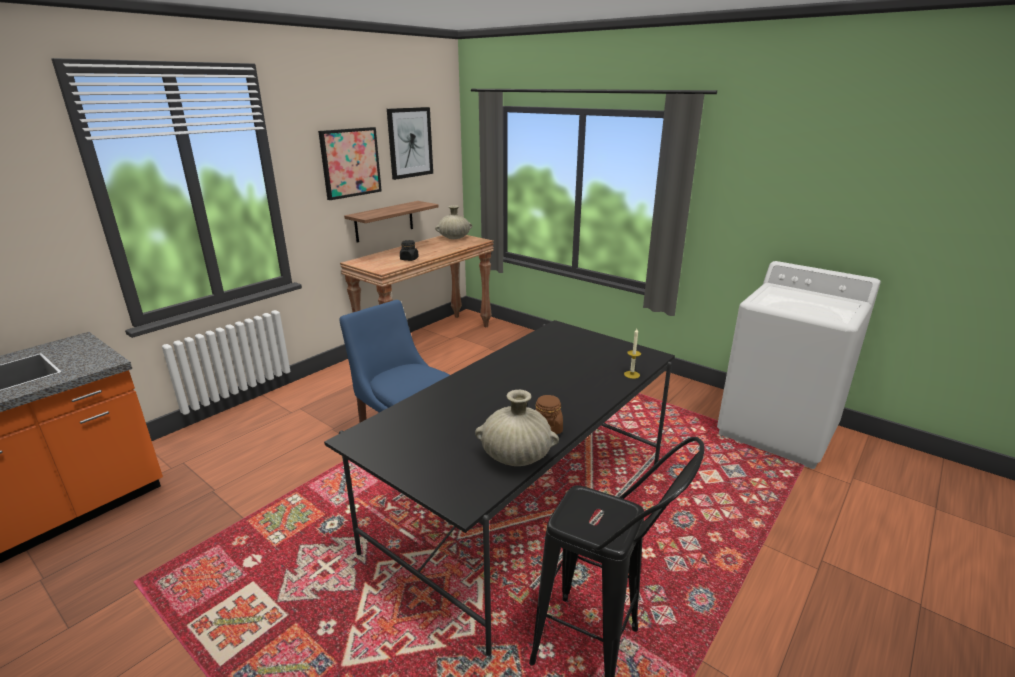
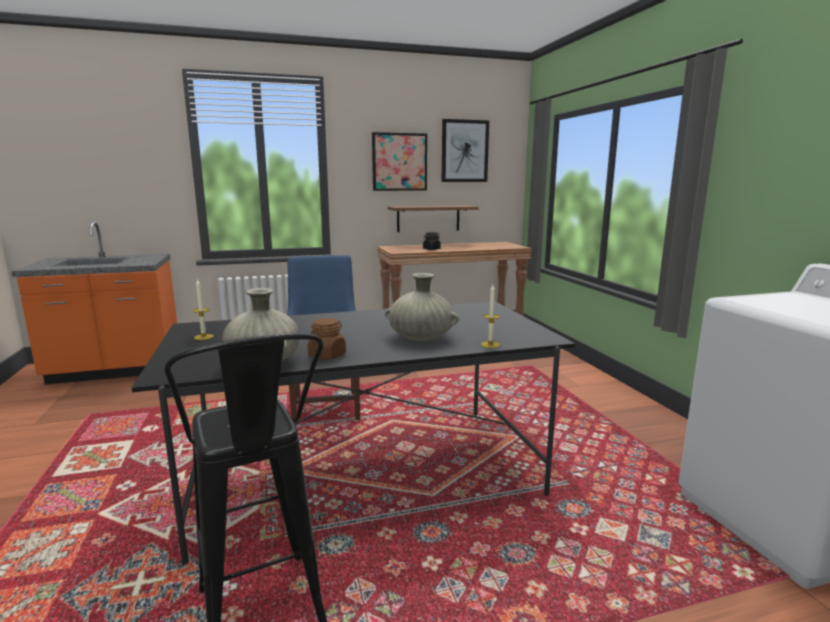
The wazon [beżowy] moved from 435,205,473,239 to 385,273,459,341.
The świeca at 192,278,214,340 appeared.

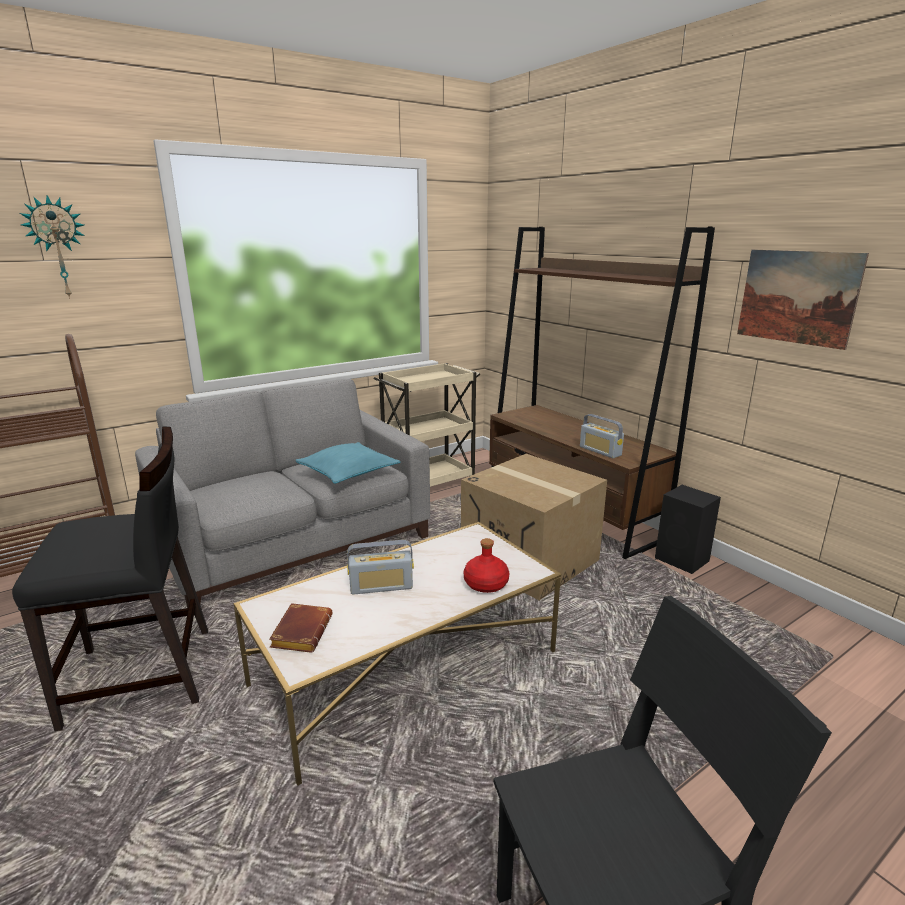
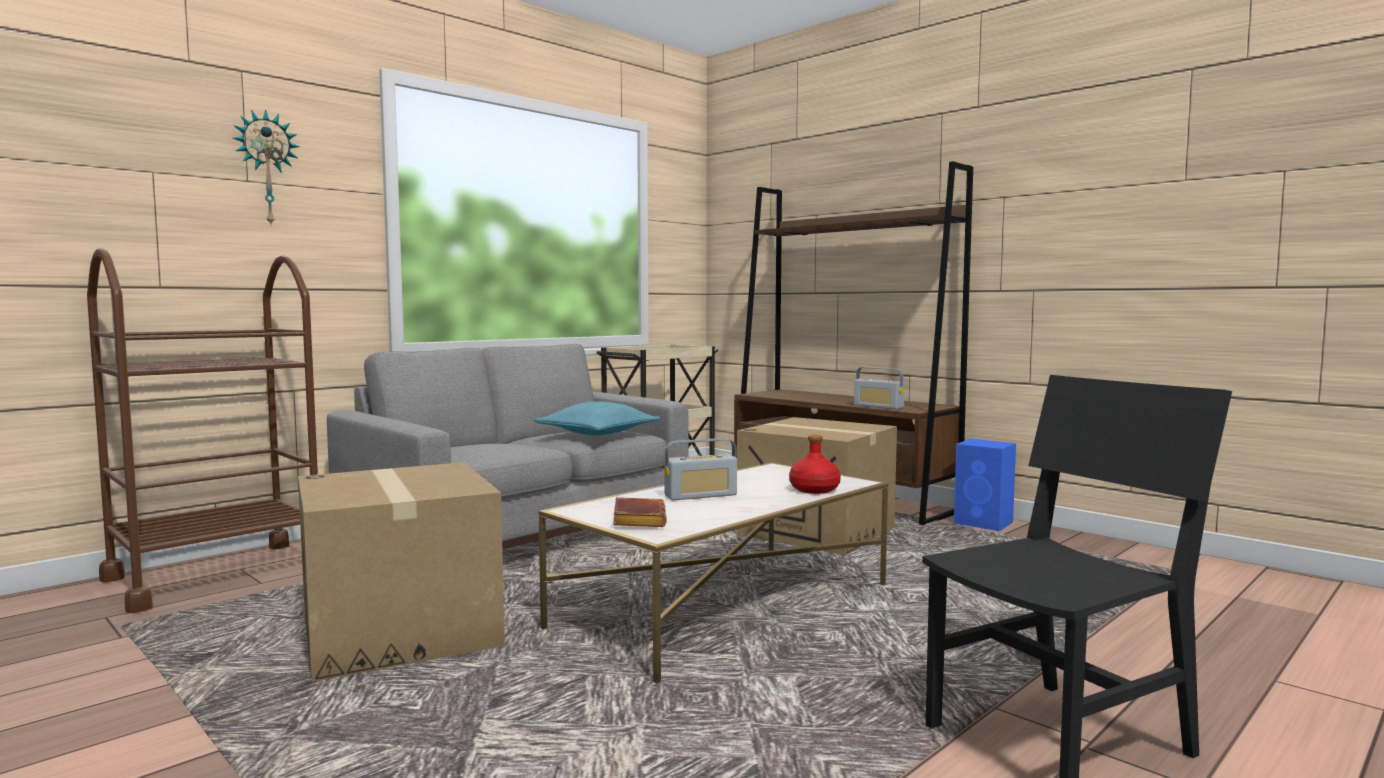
The obraz at 737,250,869,350 disappeared.
The krzesło [czarny] at 12,426,208,731 was replaced by the karton at 298,462,505,682.
The głośnik [czarny] at 655,485,721,574 became the głośnik [niebieski] at 954,439,1016,531.

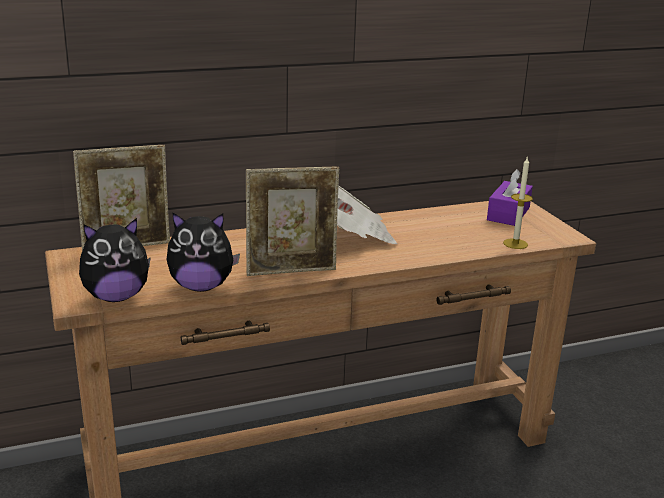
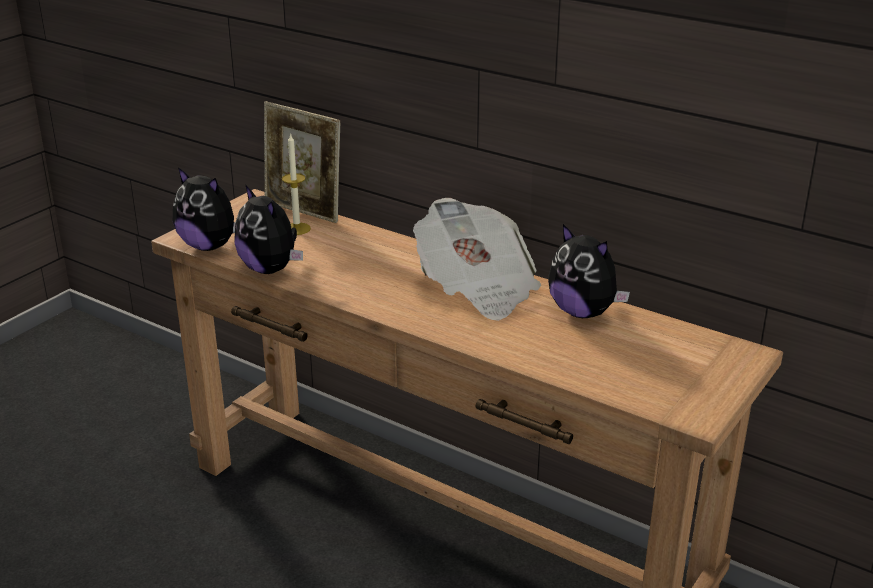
The świeca moved from 503,156,533,249 to 282,133,311,235.
The ramka na zdjęcie at 246,167,339,276 disappeared.
The pudełko chusteczek [fioletowy] at 487,169,533,226 disappeared.
The pluszak at 548,224,630,318 appeared.

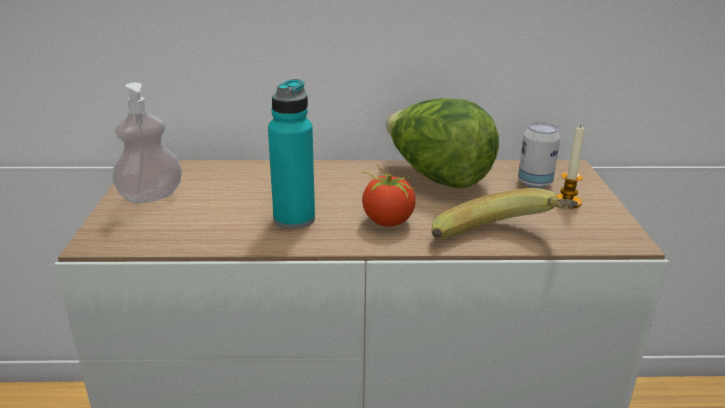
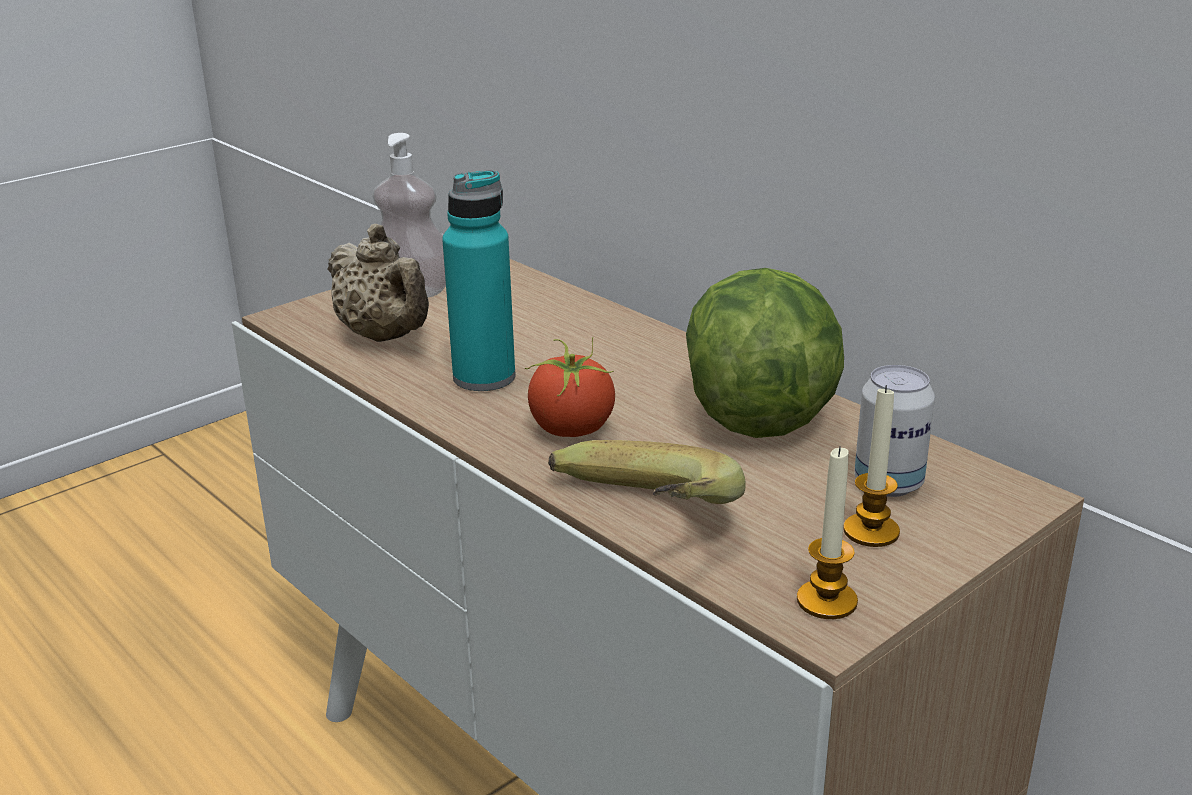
The imbryk [beżowy] at 327,224,429,342 appeared.
The świeca at 797,446,858,619 appeared.

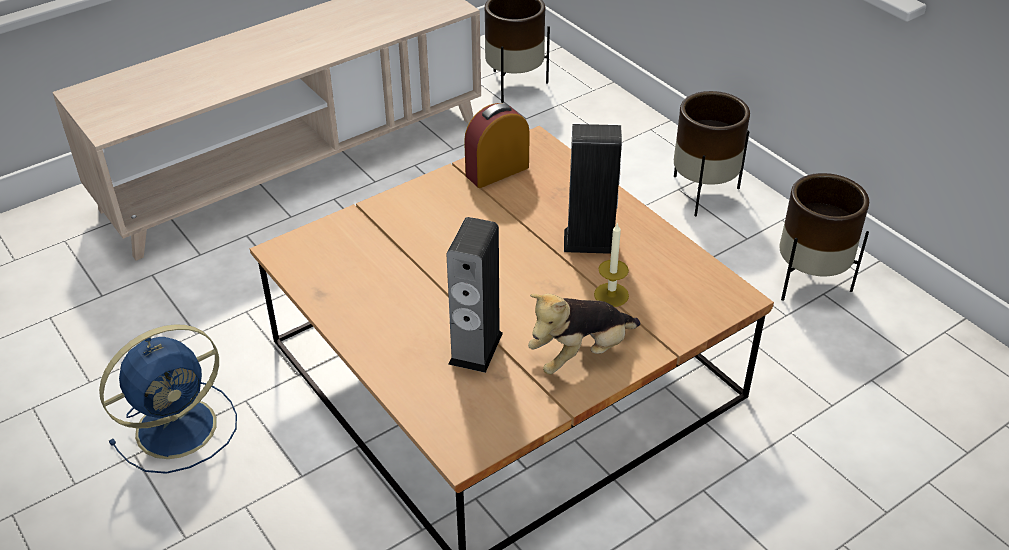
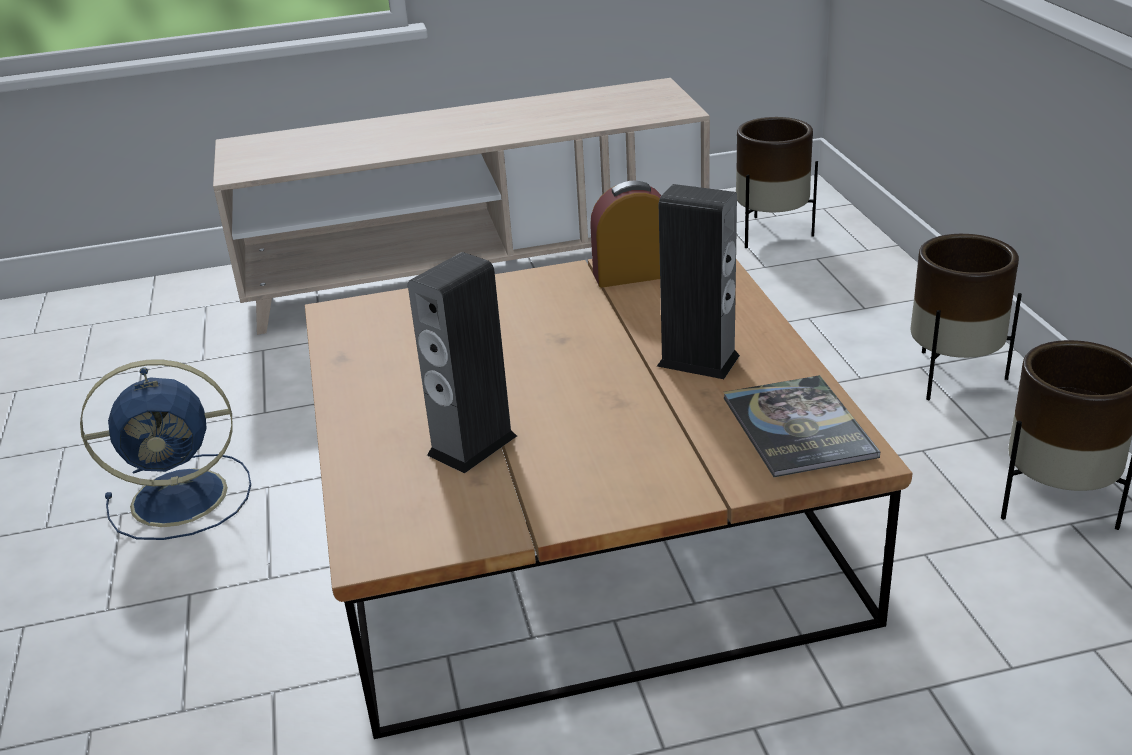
The świeca at 594,222,629,307 disappeared.
The pluszak at 528,294,640,375 disappeared.
The książka at 724,375,880,477 appeared.

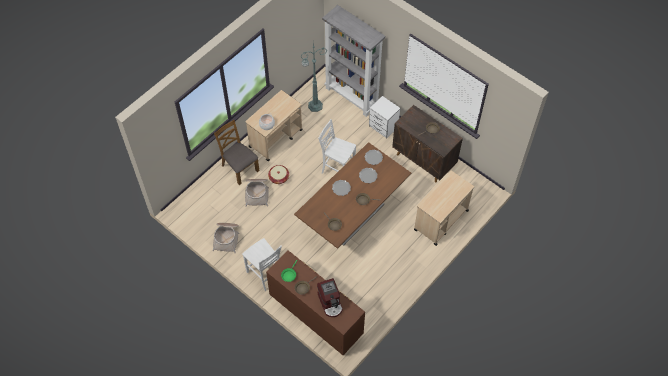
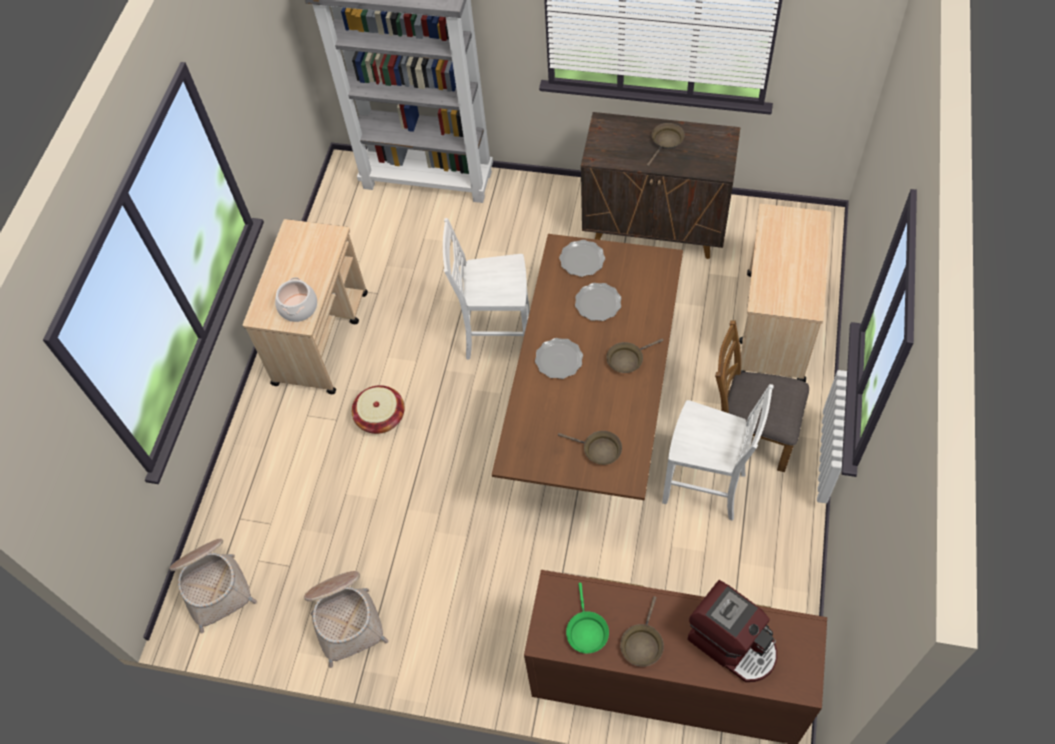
The lampa stojąca [zielony] at 301,39,327,112 disappeared.
The szafka nocna [biały] at 369,96,401,138 disappeared.
The krzesło [brązowy] moved from 214,119,259,185 to 715,320,809,472.
The koszyk moved from 245,179,269,207 to 170,539,257,634.
The krzesło [biały] moved from 242,238,282,291 to 662,384,773,521.

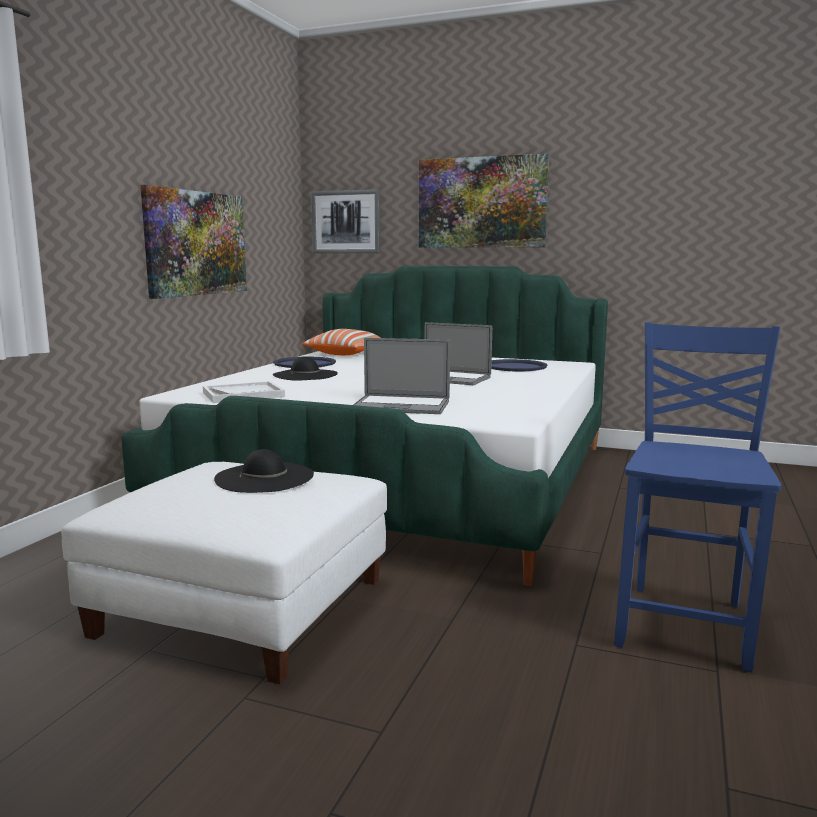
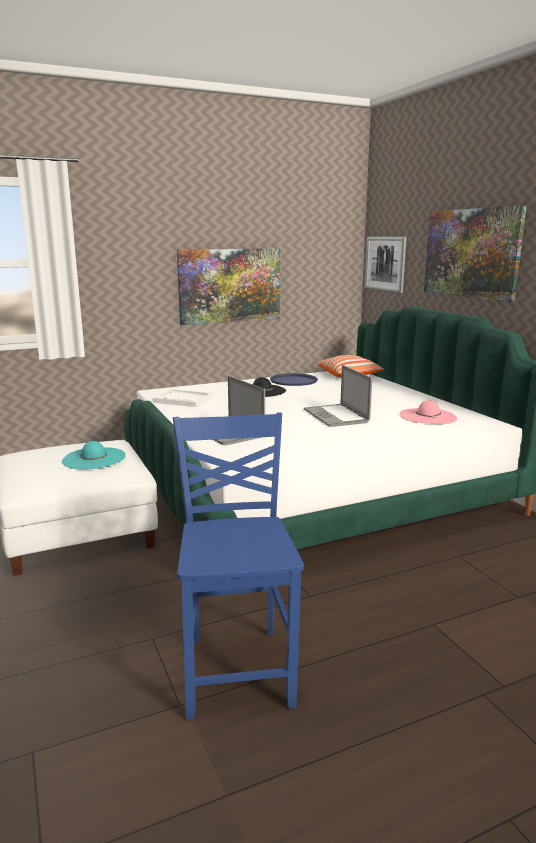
The krzesło [niebieski] at 614,322,781,673 turned 75 degrees counterclockwise.
The taca [niebieski] at 491,359,547,372 was replaced by the kapelusz [różowy] at 400,400,457,424.
The kapelusz [czarny] at 214,449,314,493 became the kapelusz [turkusowy] at 62,441,126,470.

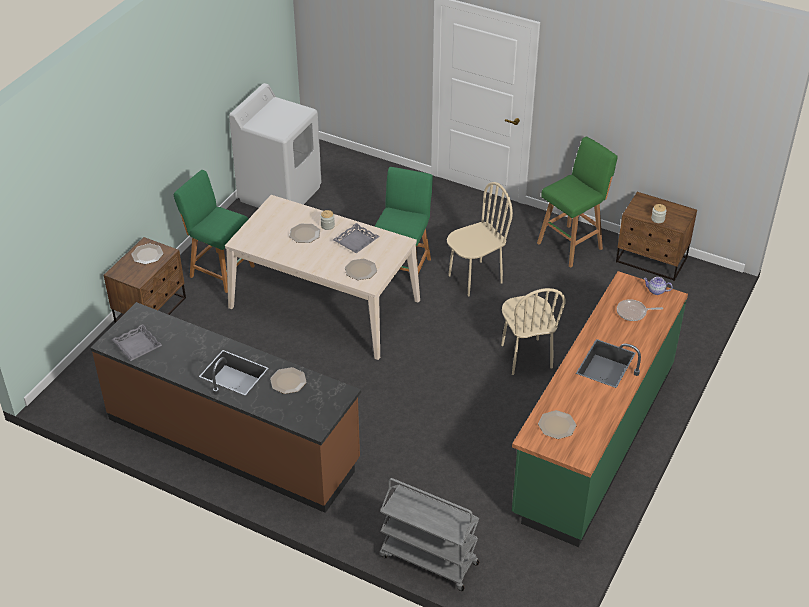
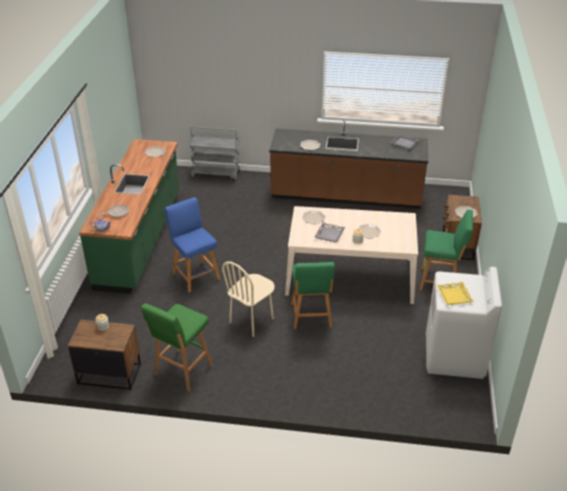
The krzesło [beżowy] at 501,288,566,375 was replaced by the stołek [niebieski] at 164,197,221,292.
The taca [żółty] at 437,282,474,305 appeared.

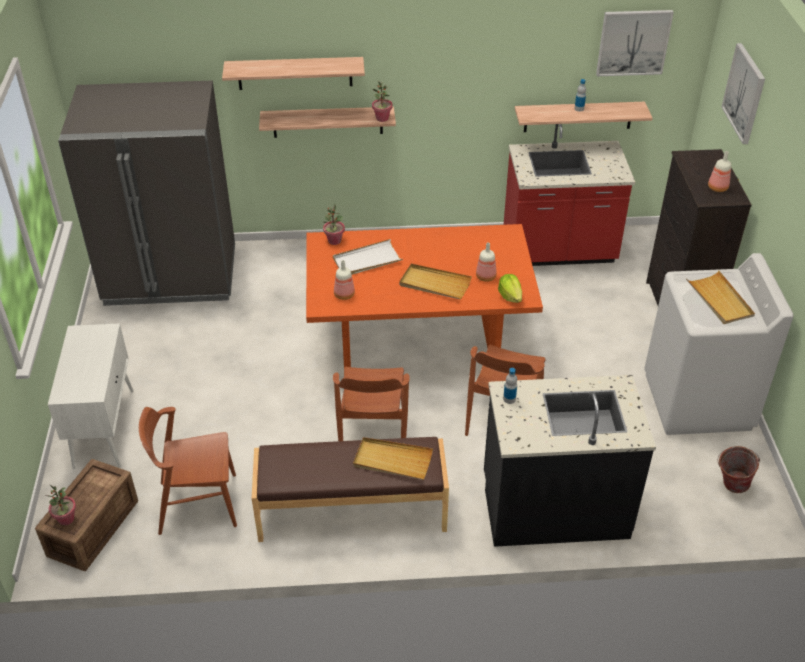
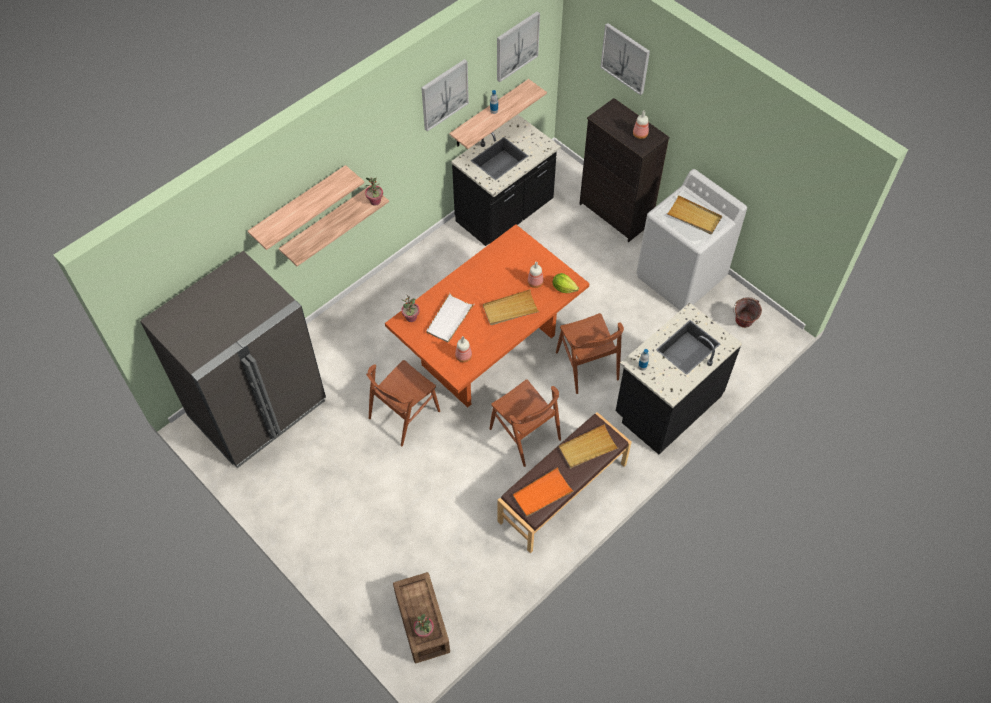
The zabudowa kuchenna [czerwony] at 504,124,635,266 became the zabudowa kuchenna [czarny] at 451,115,561,246.
The szafka [biały] at 48,324,134,469 disappeared.
The krzesło [brązowy] moved from 139,407,237,535 to 366,360,440,446.
The obraz at 421,59,469,132 appeared.
The taca [pomarańczowy] at 513,467,574,517 appeared.

